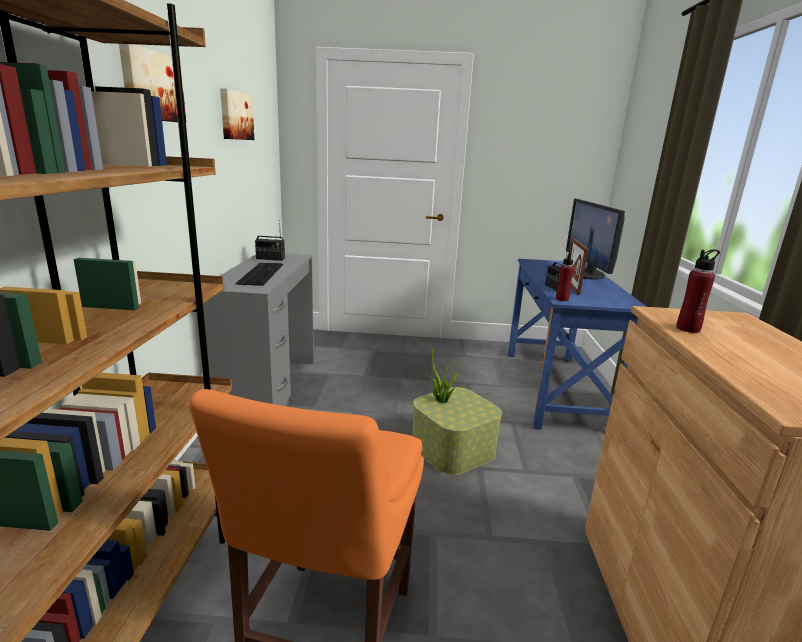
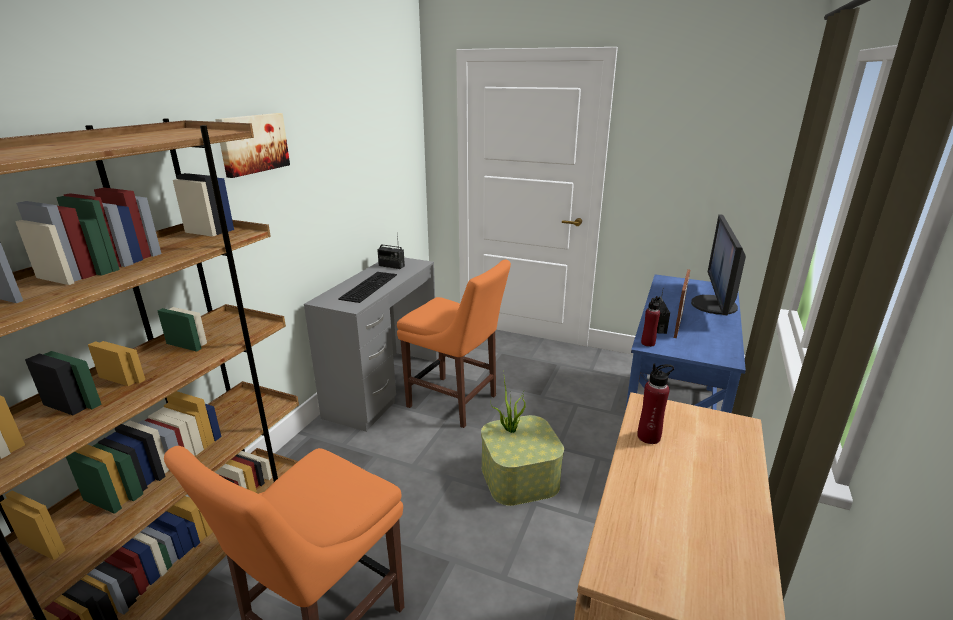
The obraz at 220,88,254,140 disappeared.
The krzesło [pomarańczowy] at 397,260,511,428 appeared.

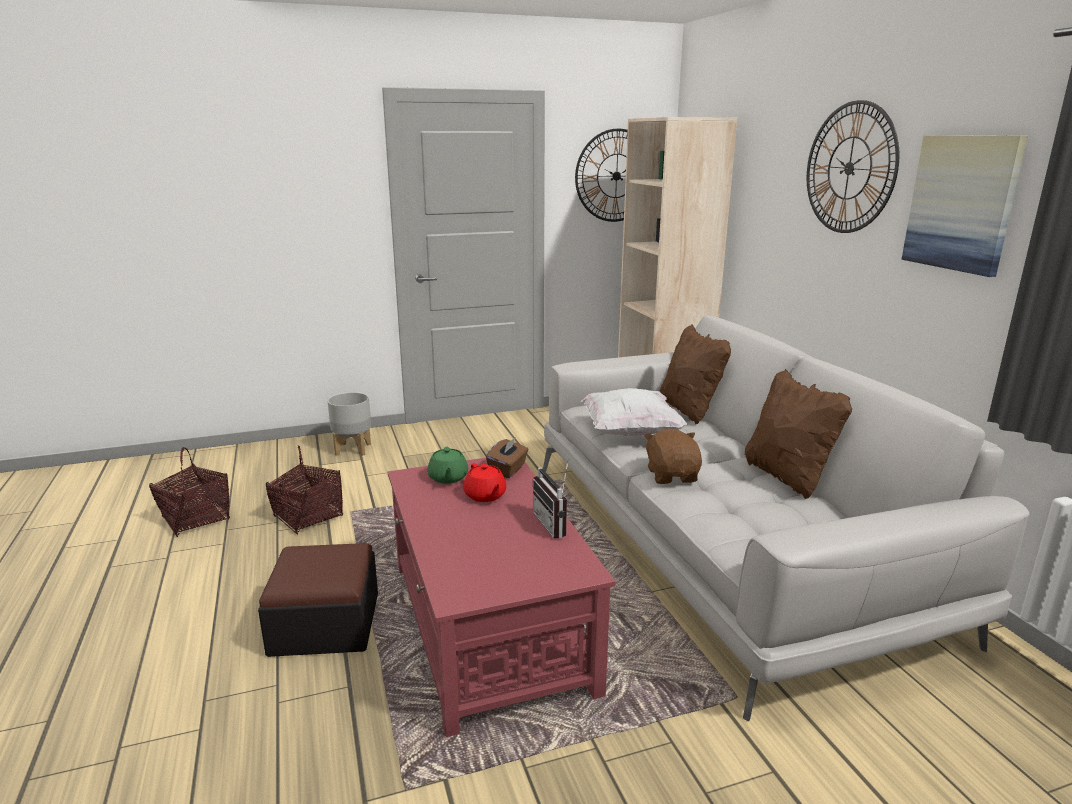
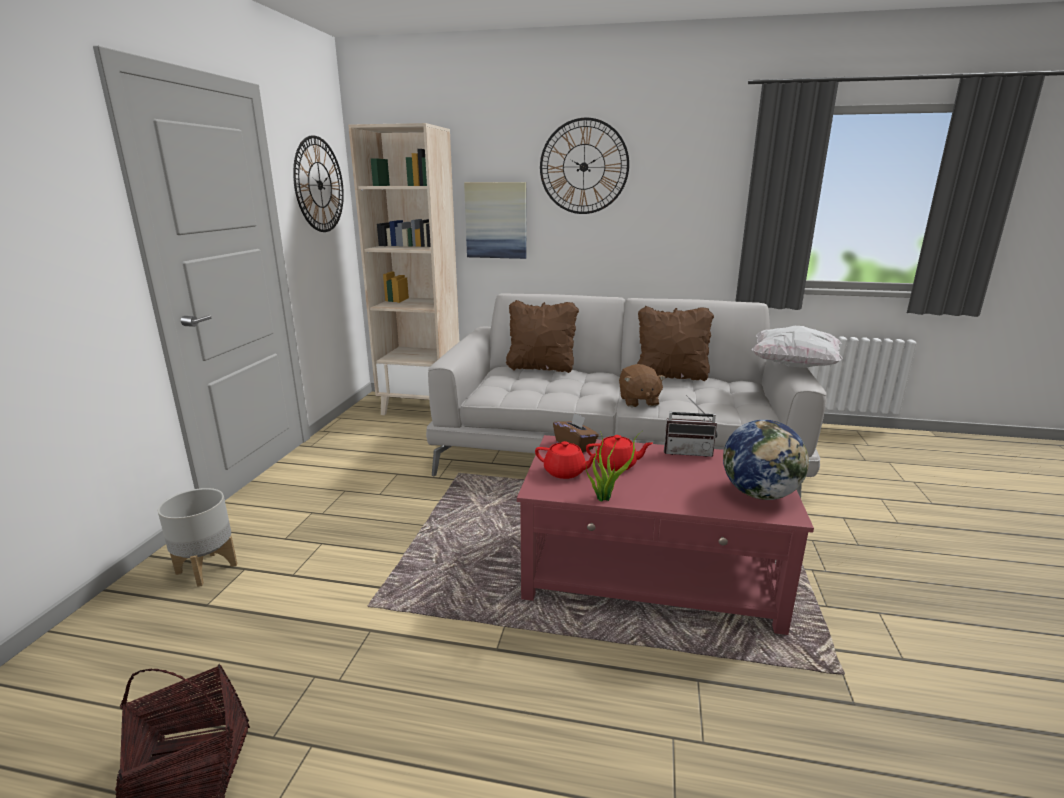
The obraz moved from 901,135,1028,277 to 464,182,527,259.
The poduszka [biały] moved from 581,388,687,436 to 752,326,843,368.
The pluszak [brązowy] at 644,429,702,484 turned 120 degrees counterclockwise.
The koszyk at 266,446,343,534 disappeared.
The imbryk [zielony] at 427,446,468,484 became the imbryk [czerwony] at 535,441,599,479.
The pufa at 258,543,378,657 disappeared.
The globus at 723,420,810,500 appeared.
The roślina doniczkowa at 585,431,642,502 appeared.

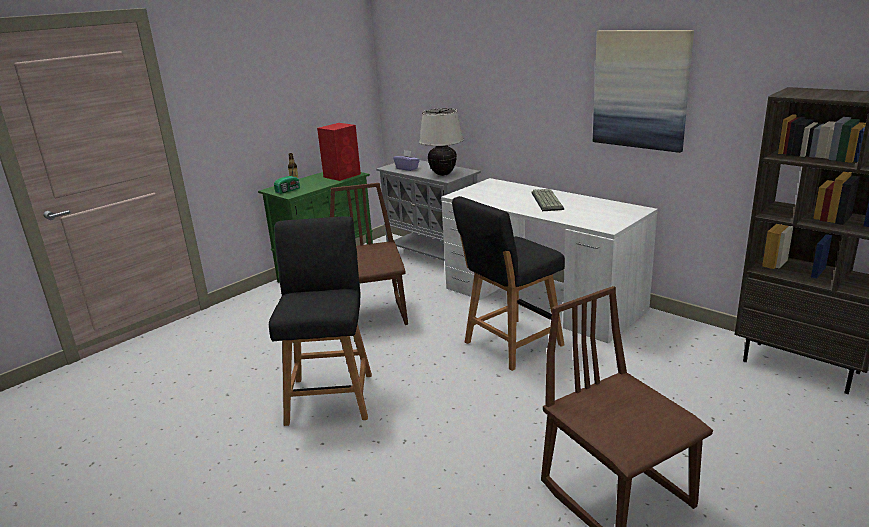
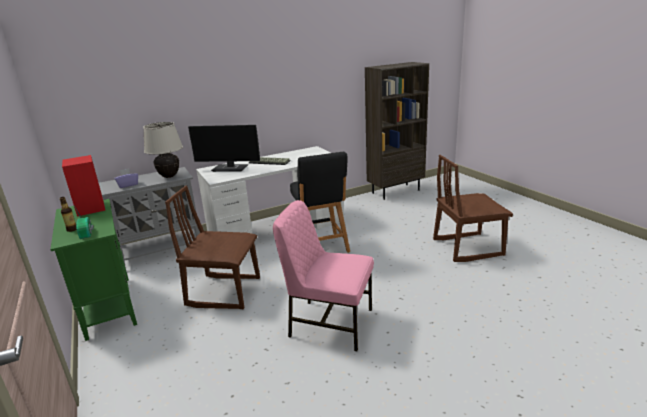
The obraz at 593,30,694,153 disappeared.
The stołek [czarny] at 269,216,372,426 was replaced by the krzesło [różowy] at 273,200,374,351.
The monitor at 188,125,260,172 appeared.

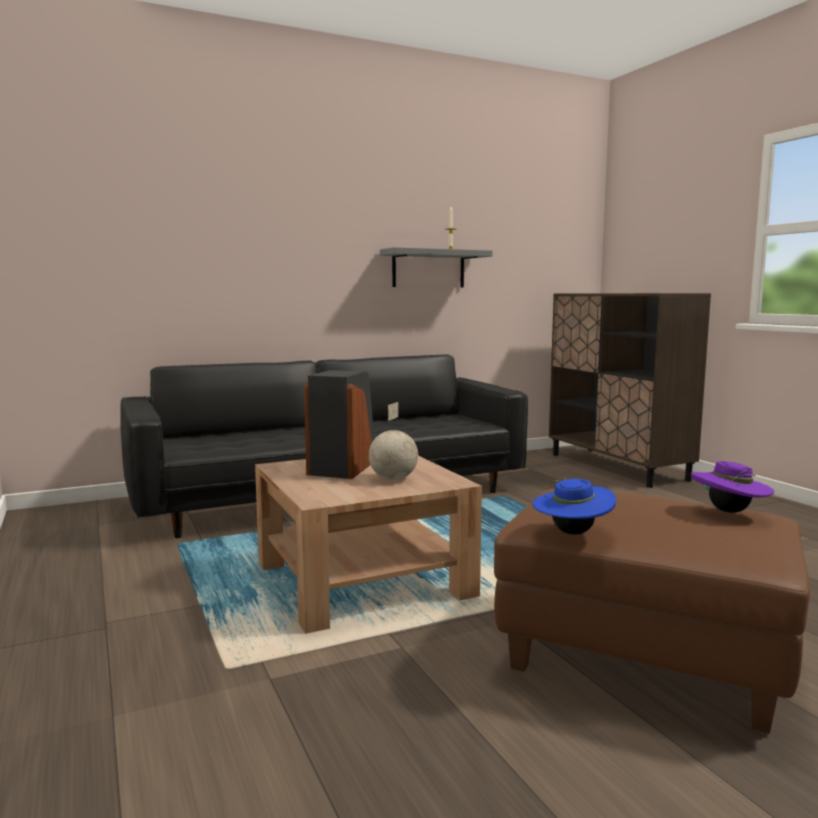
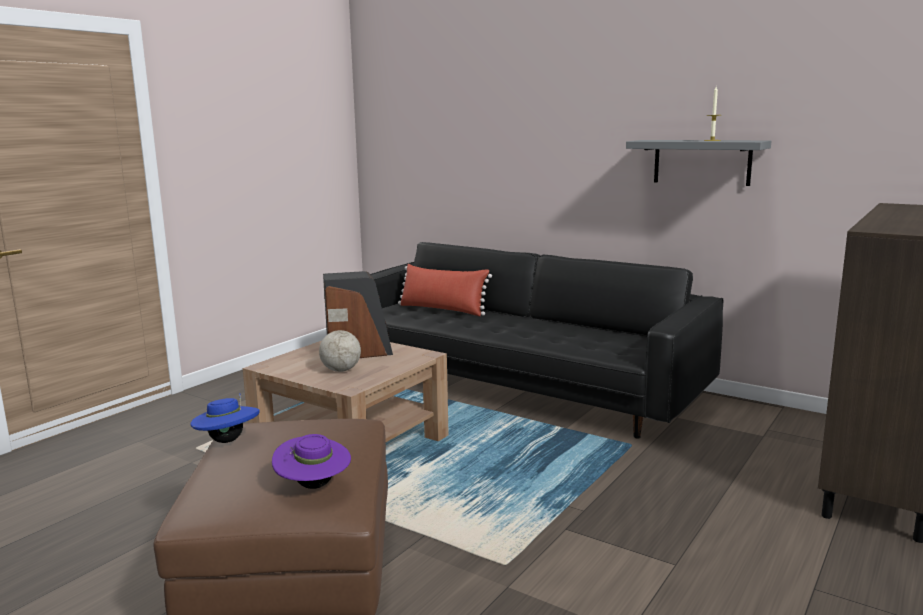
The poduszka [czerwony] at 398,264,492,316 appeared.

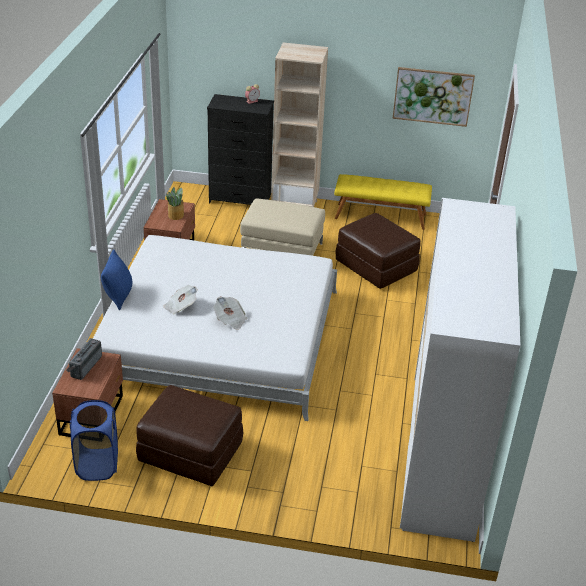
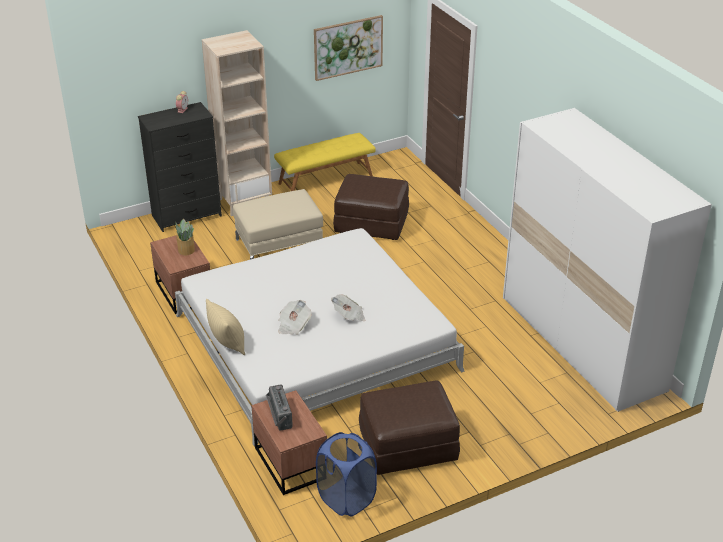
The poduszka [niebieski] at 101,250,132,310 became the poduszka [beżowy] at 206,299,245,355.

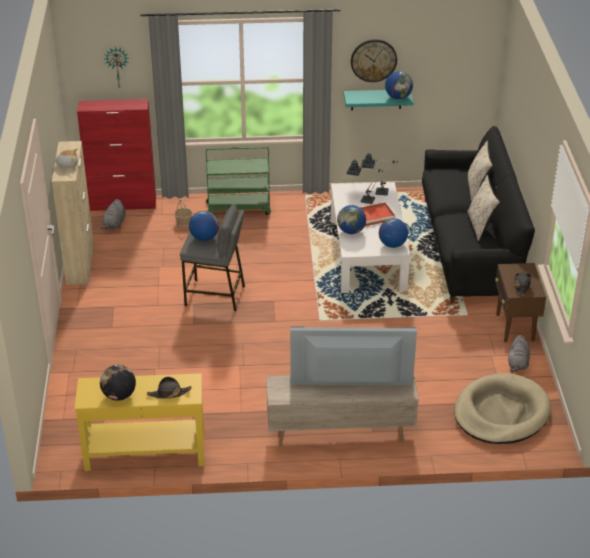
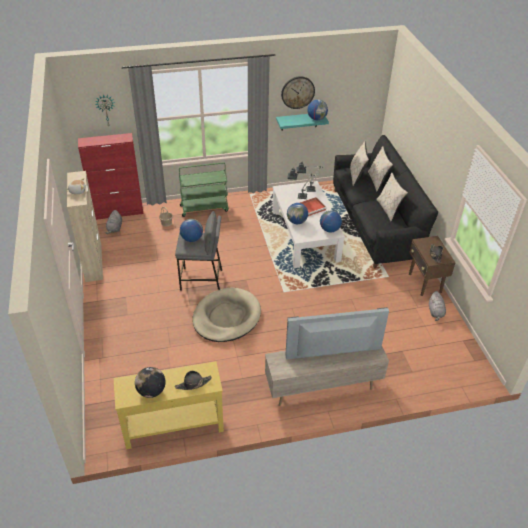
The legowisko [beżowy] moved from 454,373,551,444 to 192,287,261,342.
The poduszka [beżowy] at 350,141,369,186 appeared.

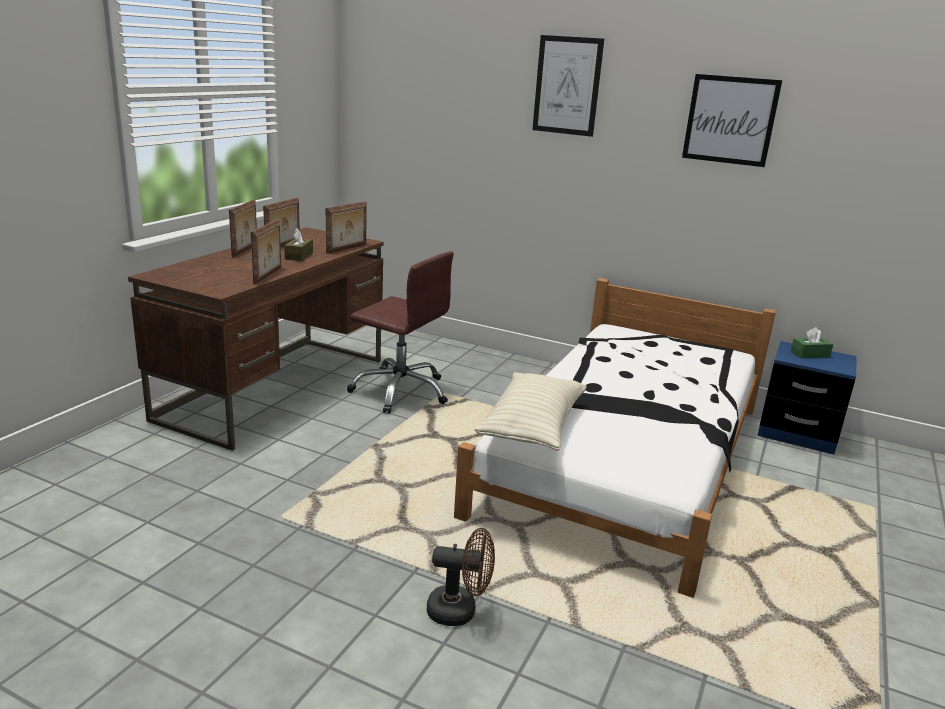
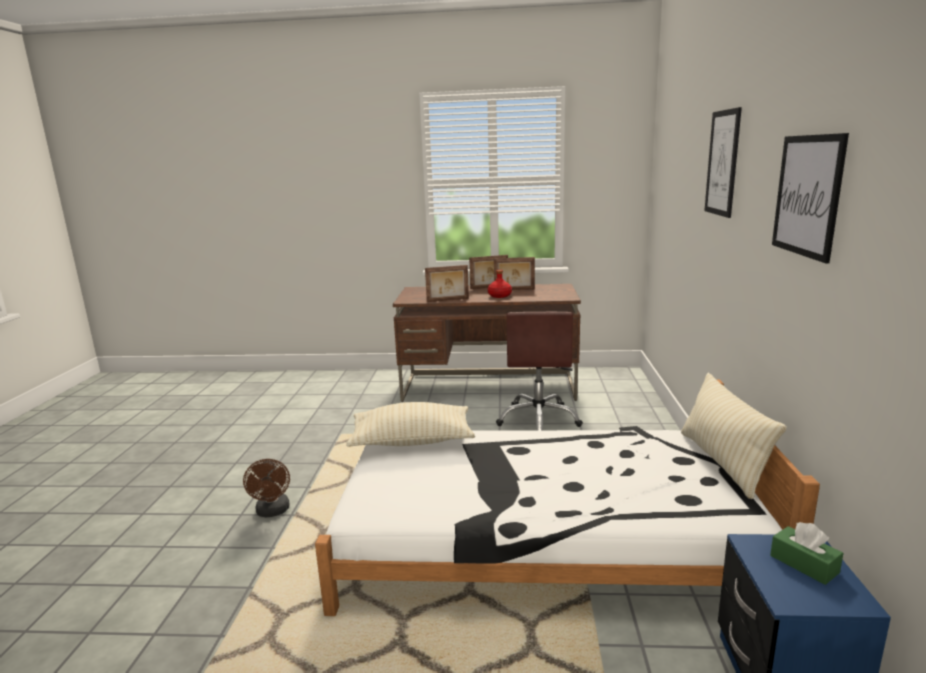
The ramka na zdjęcie at 326,201,367,254 disappeared.
The pudełko chusteczek [brązowy] at 284,228,313,261 was replaced by the butelka [czerwony] at 488,270,512,298.
The poduszka [beżowy] at 681,373,787,499 appeared.

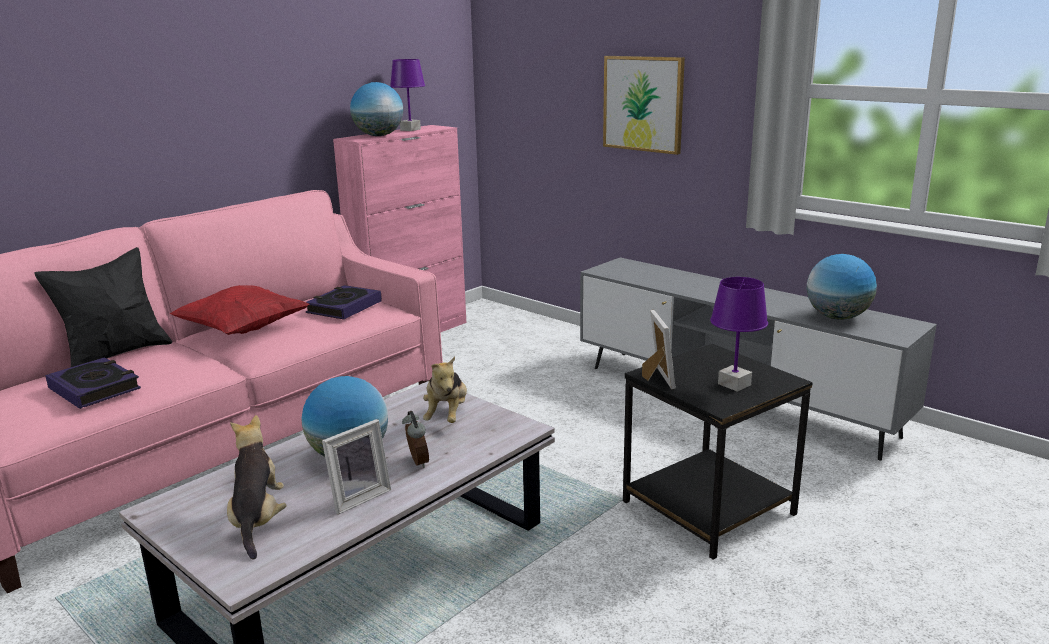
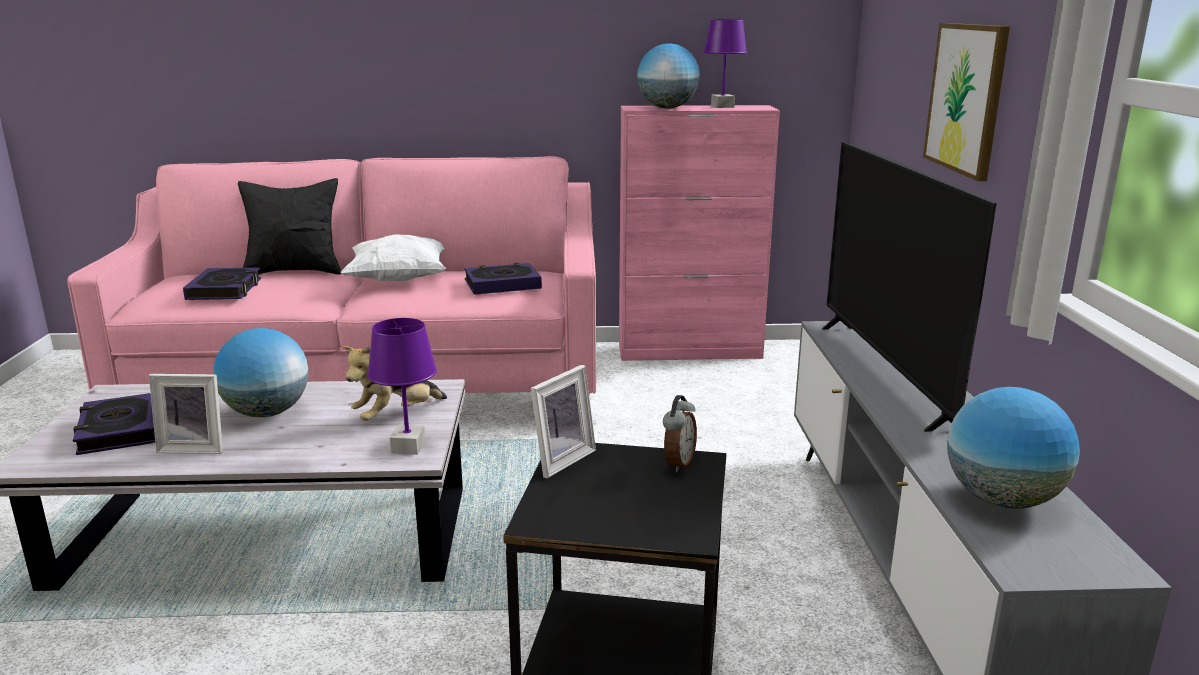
The lampa stołowa [fioletowy] moved from 710,277,768,392 to 367,318,437,455.
The poduszka [czerwony] at 170,285,310,335 became the poduszka [biały] at 340,234,446,281.
The budzik moved from 402,411,429,468 to 663,395,697,473.
The pluszak at 227,415,287,560 was replaced by the książka at 73,393,155,455.
The telewizor at 822,142,997,432 appeared.

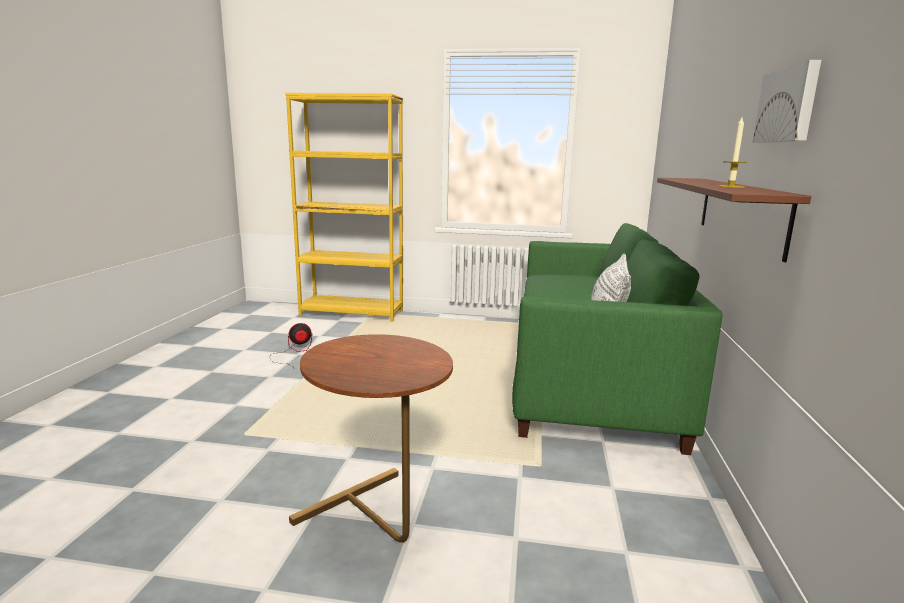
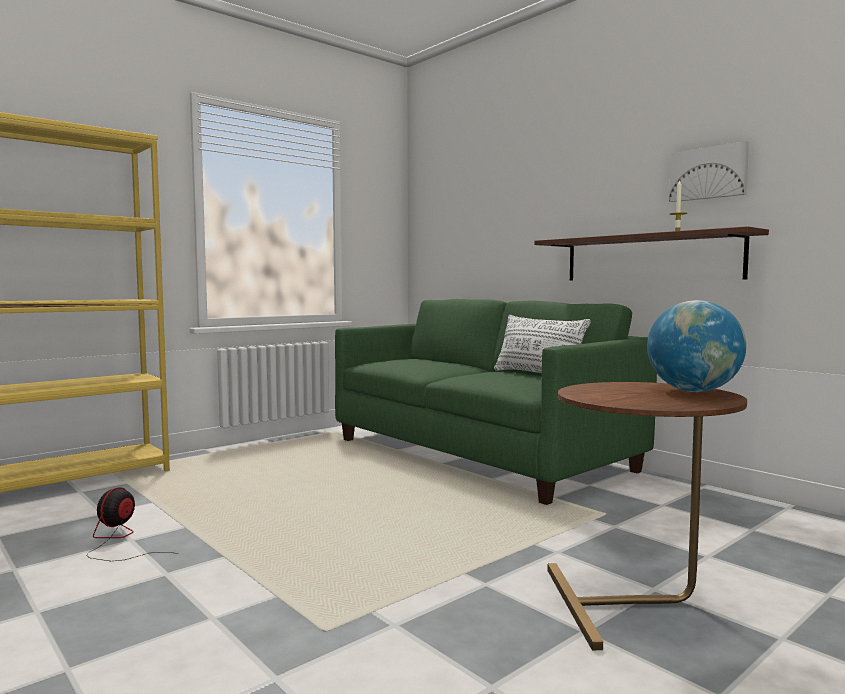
The globus at 647,300,746,392 appeared.

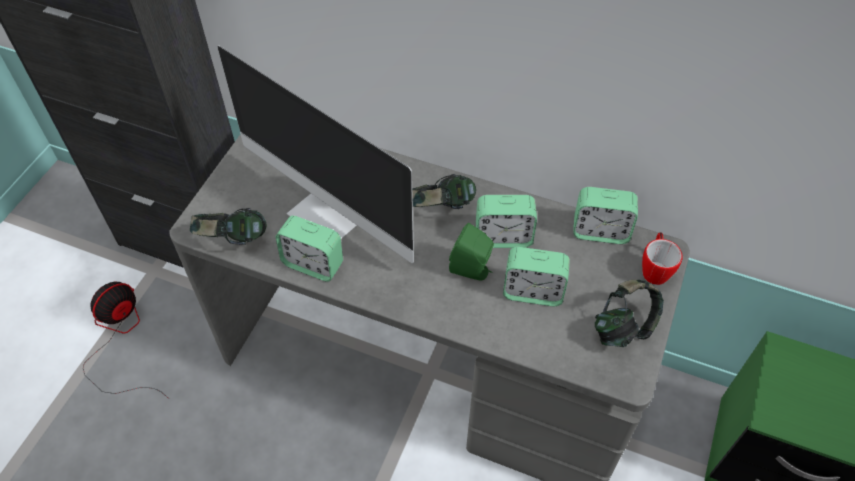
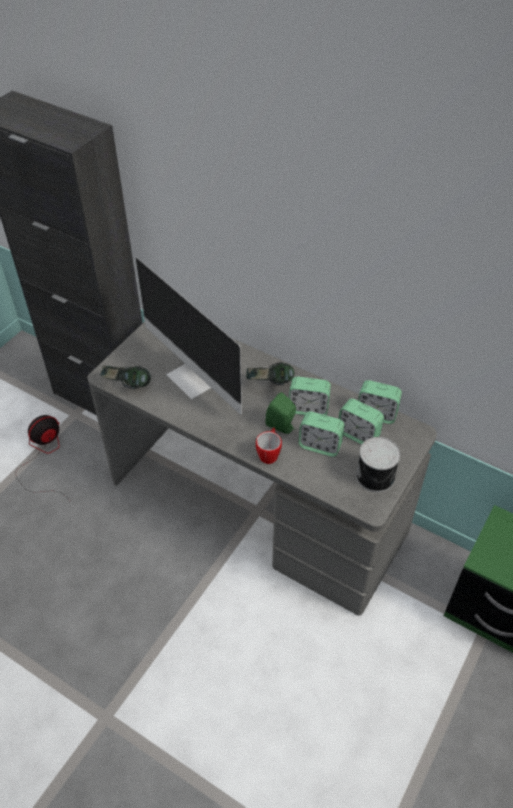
The budzik moved from 275,216,343,282 to 338,399,384,444.
The kubek moved from 642,232,683,285 to 256,427,282,464.
The słuchawki at 595,280,664,347 was replaced by the puszka at 356,437,400,492.

